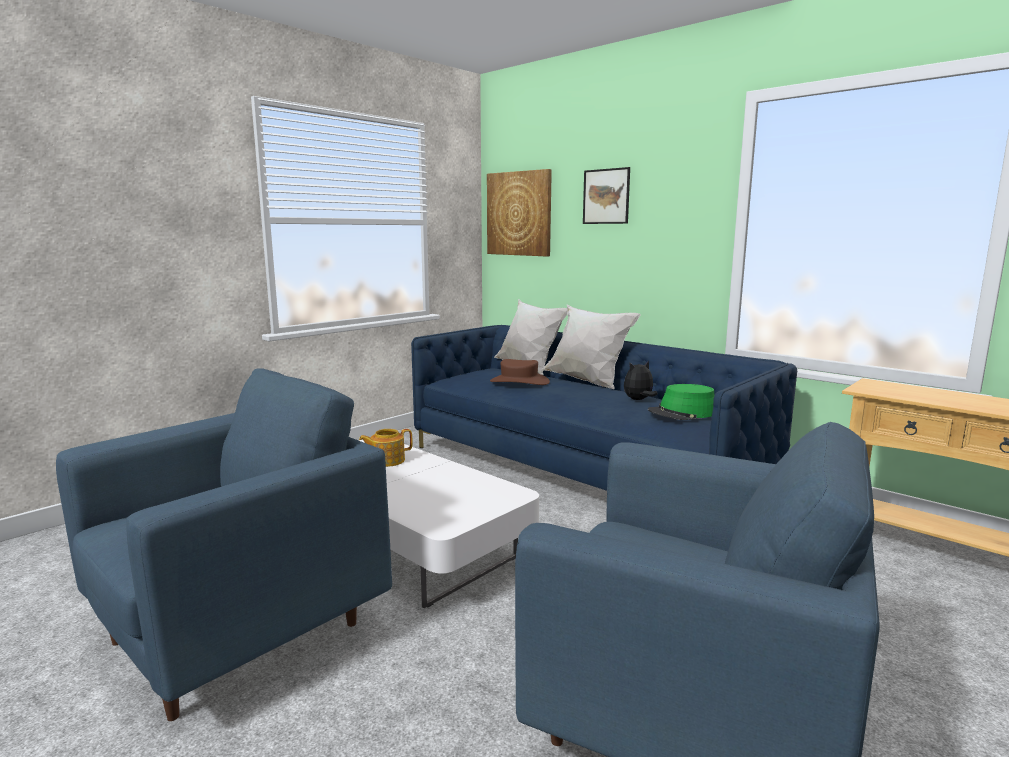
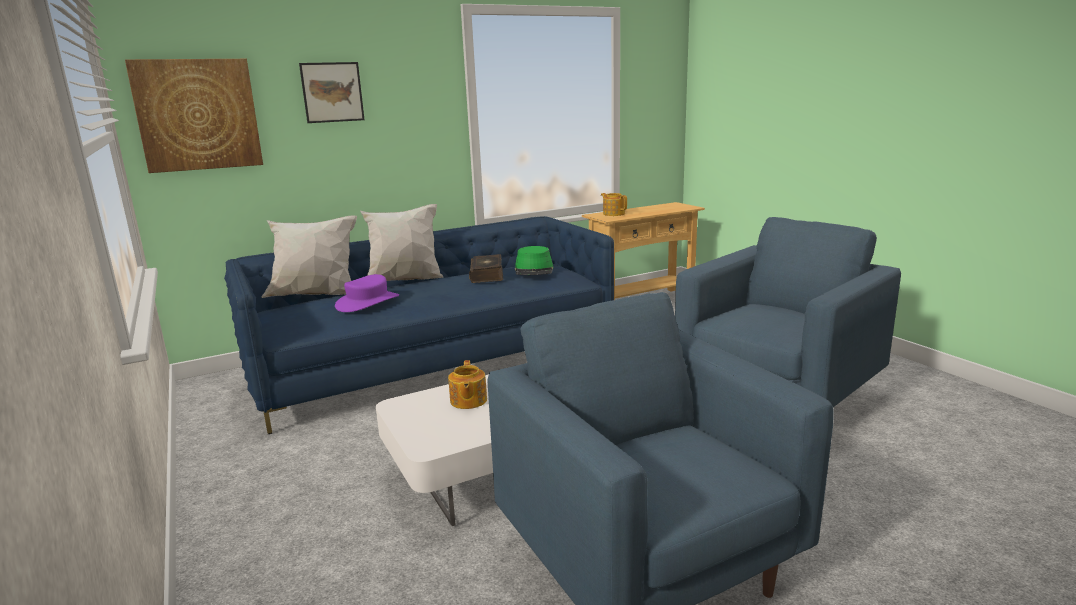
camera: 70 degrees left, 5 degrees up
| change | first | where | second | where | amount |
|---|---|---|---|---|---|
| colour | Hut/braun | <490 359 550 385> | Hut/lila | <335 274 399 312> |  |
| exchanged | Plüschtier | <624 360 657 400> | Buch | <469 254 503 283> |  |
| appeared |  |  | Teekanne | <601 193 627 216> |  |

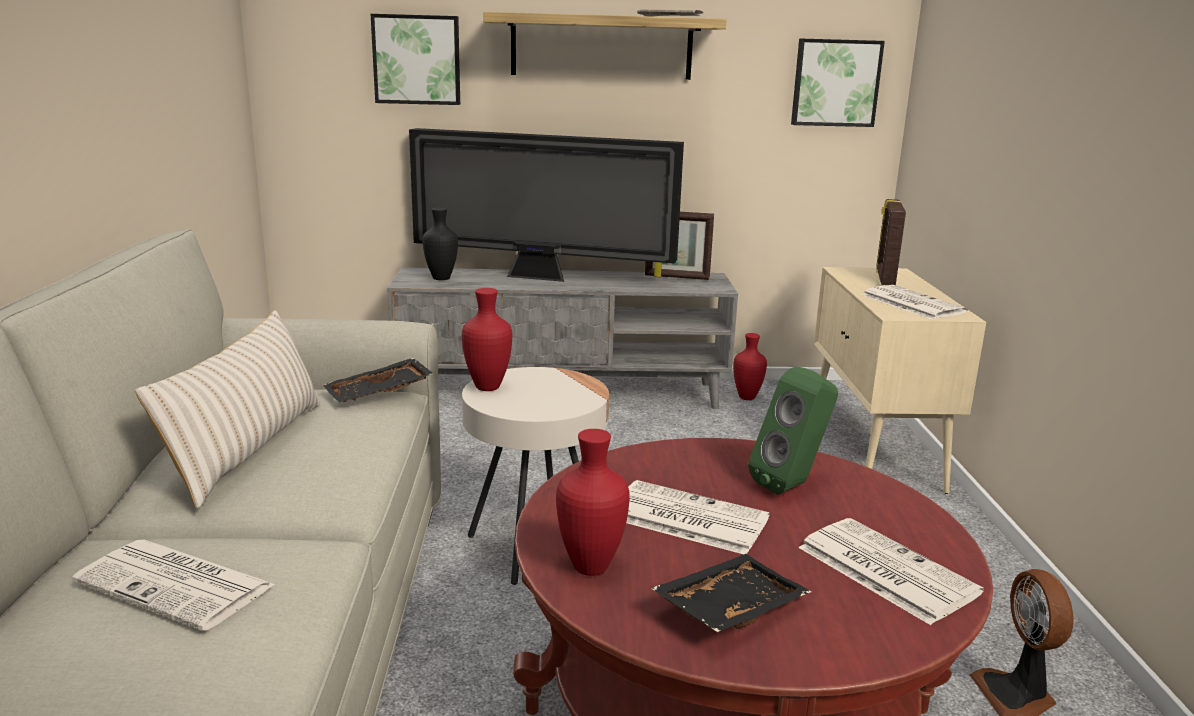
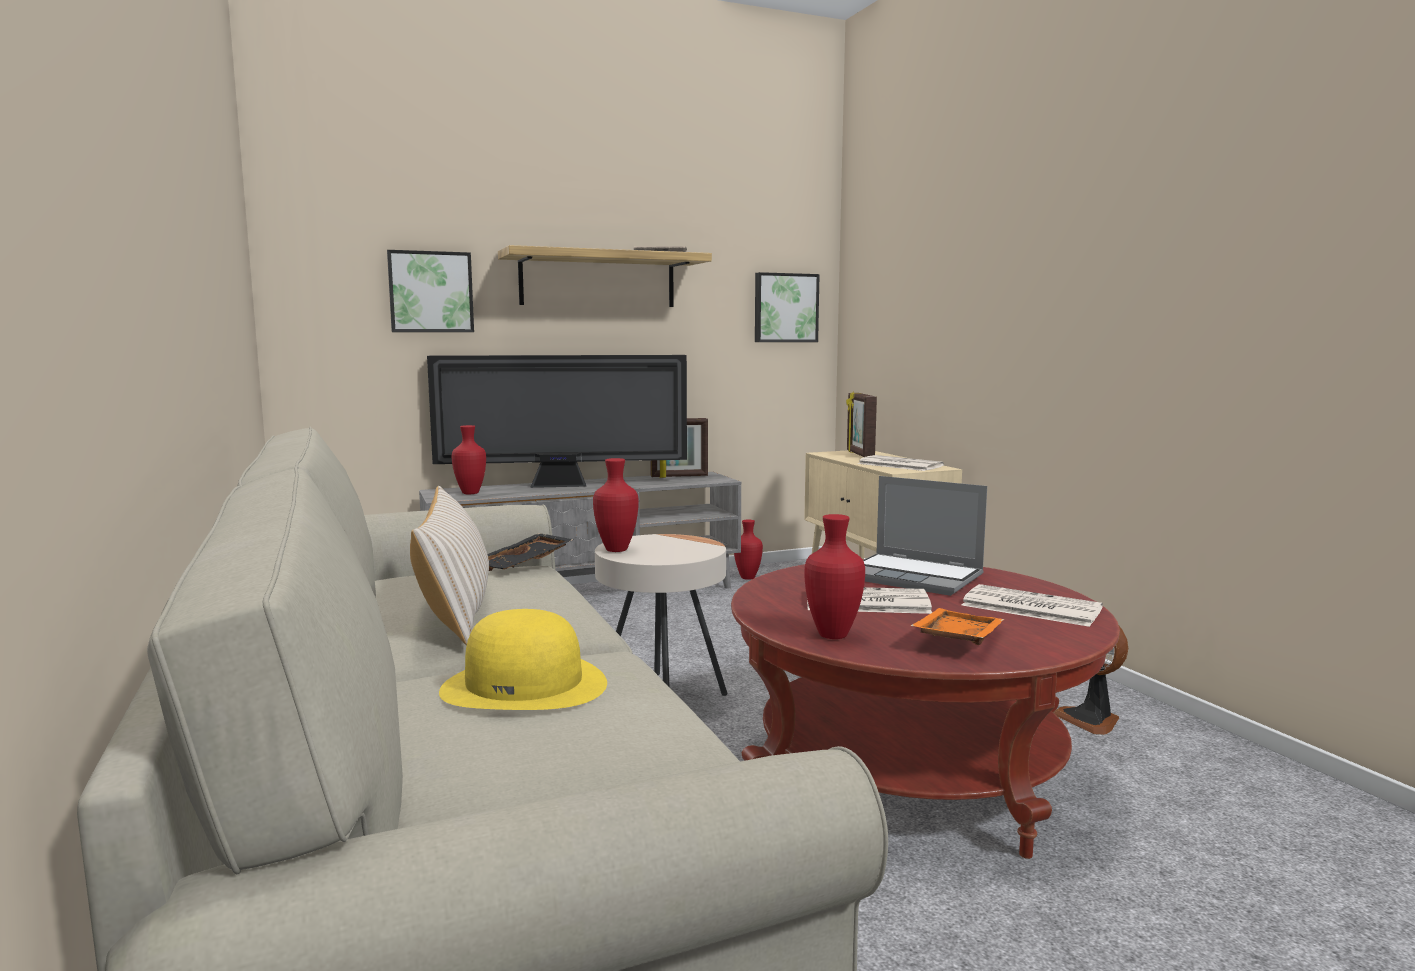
camera: 20 degrees left, 10 degrees down
| change | first | where | second | where | amount |
|---|---|---|---|---|---|
| colour | Vase/schwarz | <423 207 458 280> | Vase/rot | <452 425 486 494> |  |
| exchanged | Lautsprecher/grün | <748 366 838 495> | Laptop | <863 476 987 596> |  |
| exchanged | Zeitung | <72 540 276 631> | Hut/gelb | <439 609 607 710> |  |
| colour | Tablett/schwarz | <651 554 811 632> | Tablett/orange | <910 608 1005 645> |  |

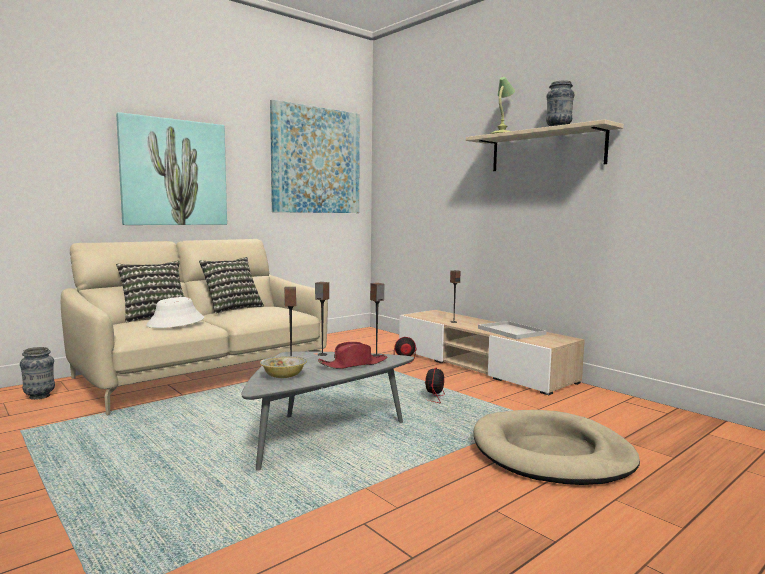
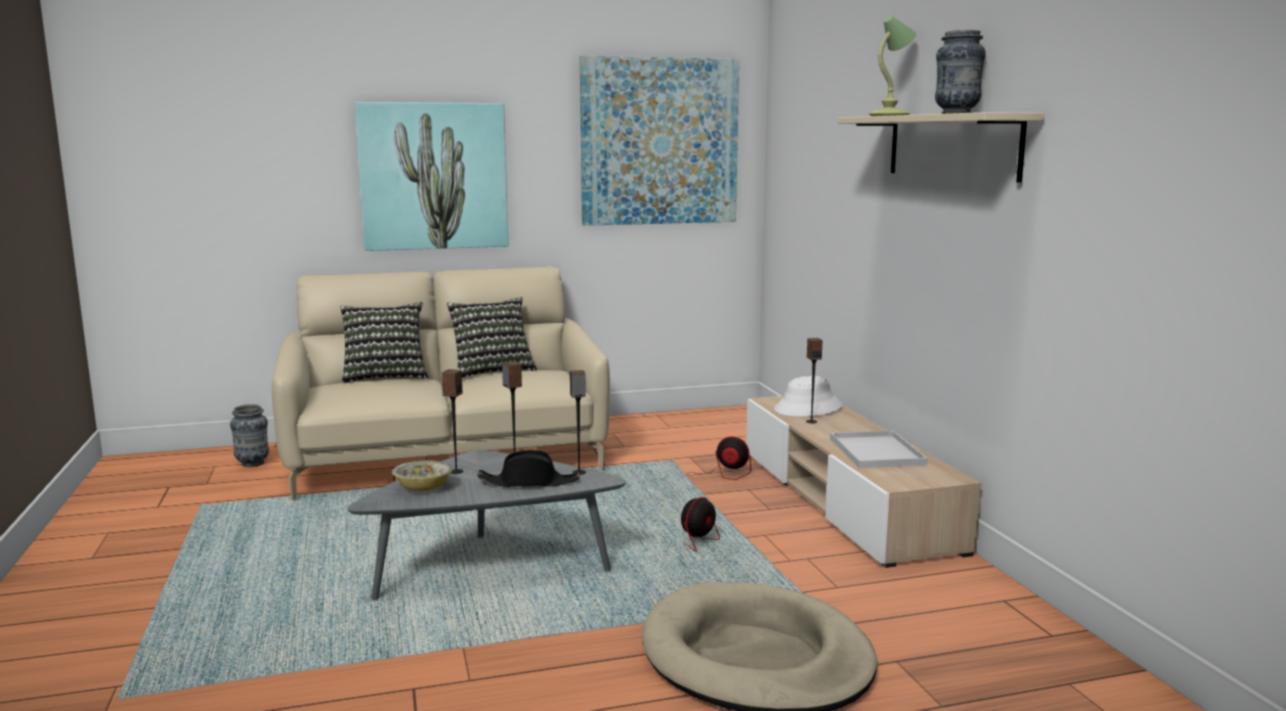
camera: 25 degrees right, 5 degrees up
| change | first | where | second | where | amount |
|---|---|---|---|---|---|
| relocated | Hut/weiß | <146 297 204 328> |  | <774 376 842 417> |  |
| colour | Hut/rot | <318 342 387 369> | Hut/schwarz | <477 450 580 487> |  |

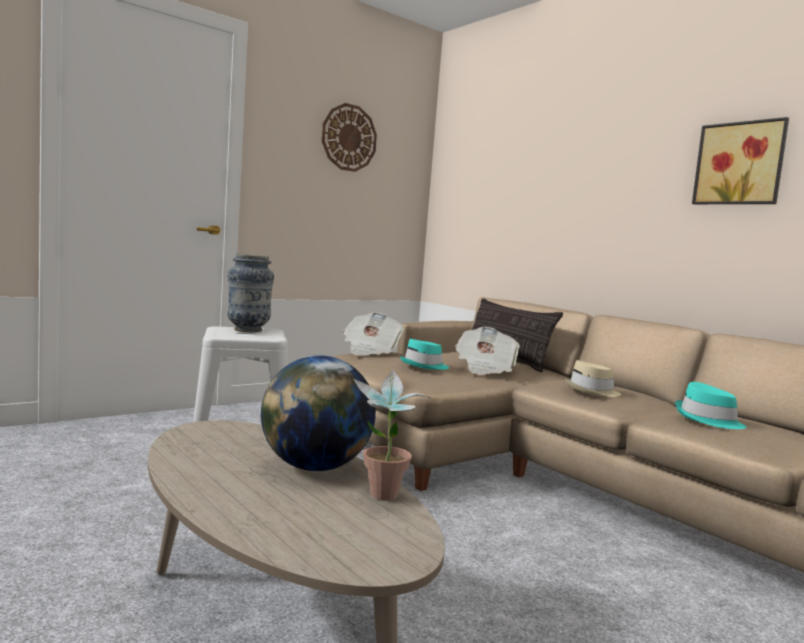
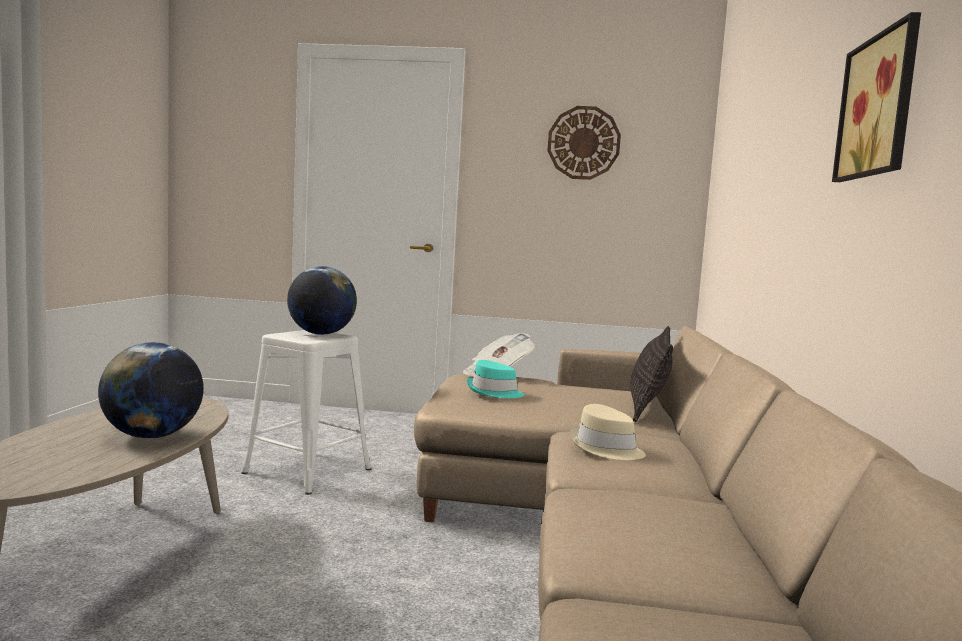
camera: 45 degrees right, 0 degrees up
| change | first | where | second | where | amount |
|---|---|---|---|---|---|
| exchanged | Vase | <227 254 274 332> | Globus | <287 266 357 335> |  |
| missing | Zeitung | <455 327 520 375> |  |  |  |
| missing | Topfpflanze | <353 370 430 501> |  |  |  |
| missing | Hut/türkis | <675 382 747 429> |  |  |  |

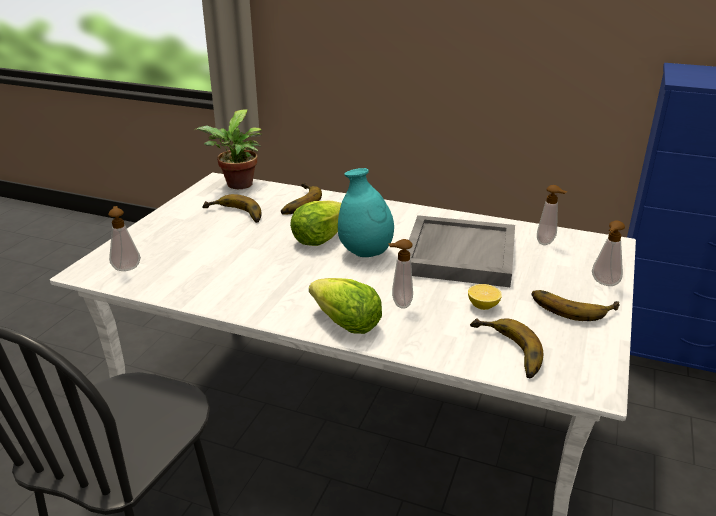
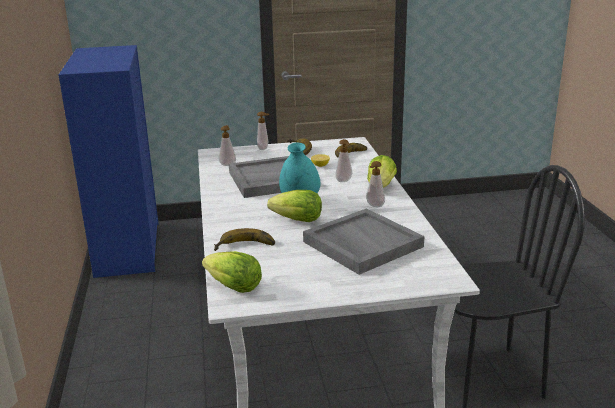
camera: 120 degrees left, 5 degrees down
| change | first | where | second | where | amount |
|---|---|---|---|---|---|
| exchanged | Topfpflanze | <193 109 262 189> | Salatkopf | <202 251 262 293> |  |
| missing | Banane | <202 194 262 223> |  |  |  |
| relocated | Seifenspender | <108 206 141 271> |  | <366 161 385 207> |  |
| appeared |  |  | Tablett/grau | <303 209 424 275> |  |

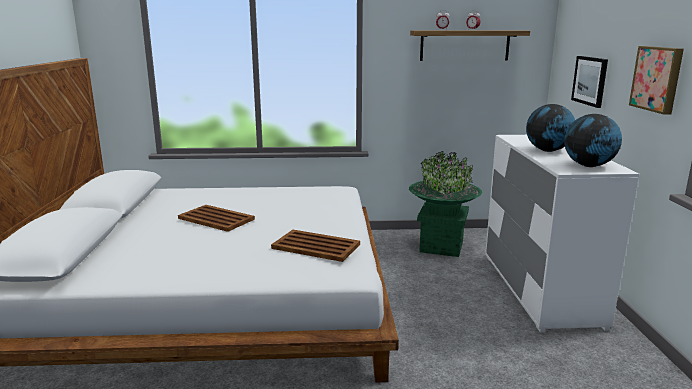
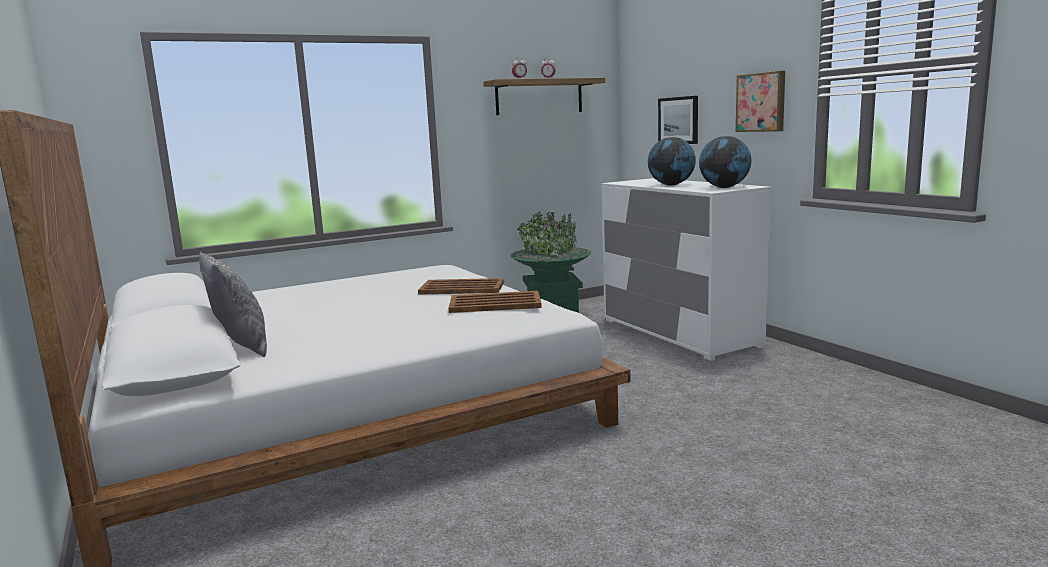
camera: 25 degrees left, 5 degrees down
| change | first | where | second | where | amount |
|---|---|---|---|---|---|
| relocated | Tablett/braun | <178 205 255 232> |  | <418 278 504 295> |  |
| appeared |  |  | Kissen/grau | <199 252 267 357> |  |

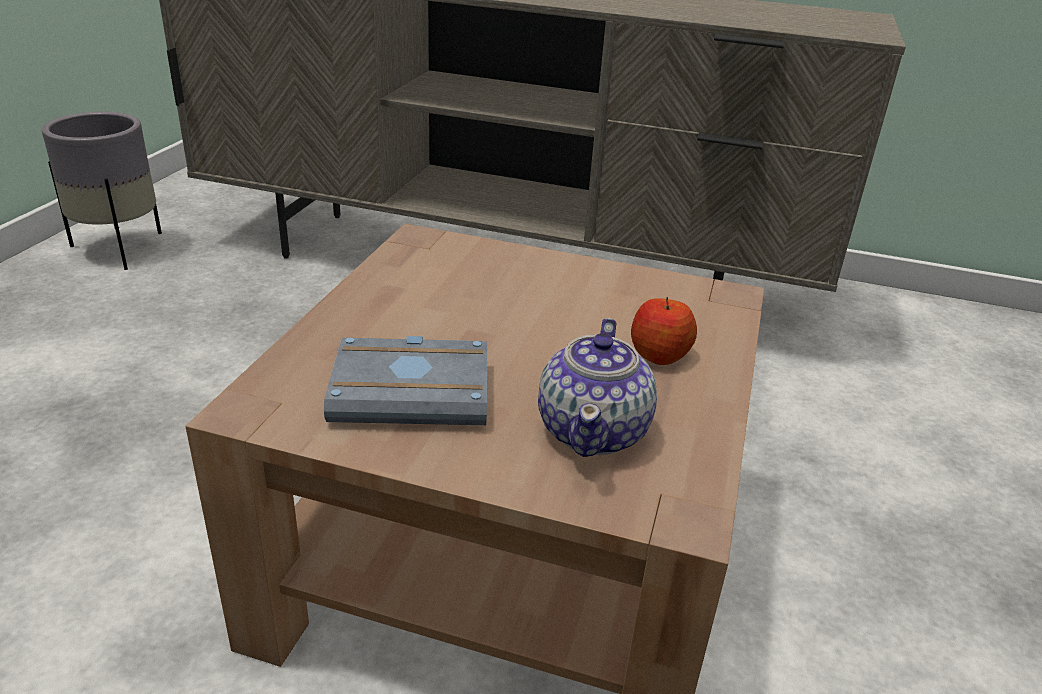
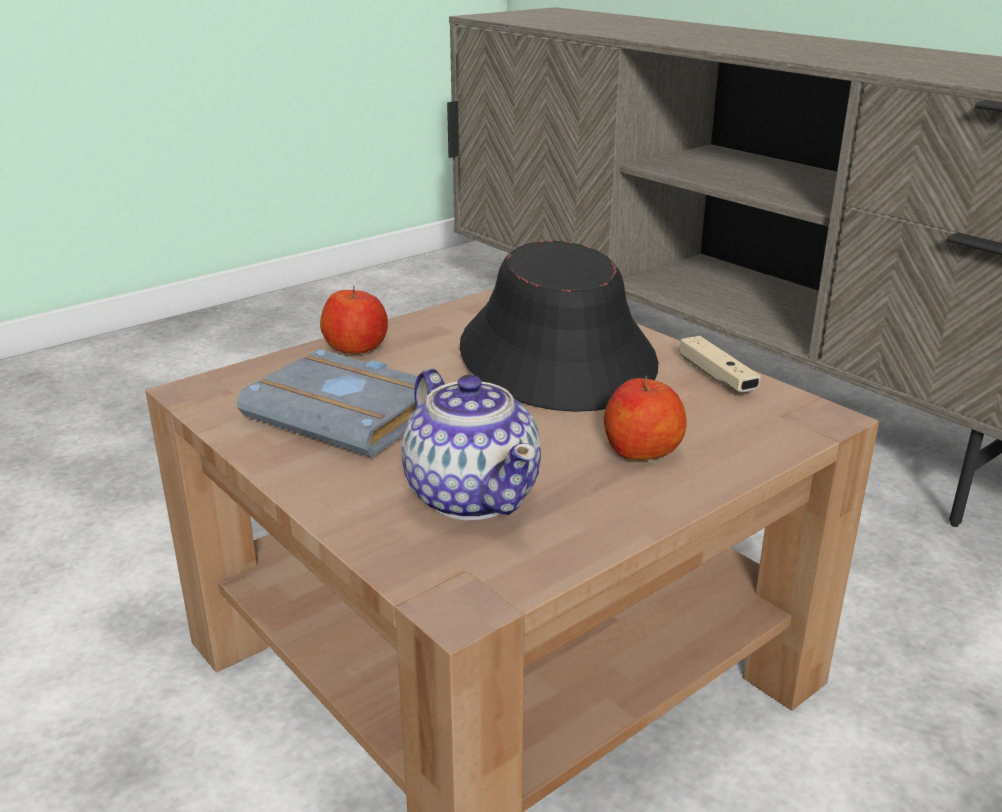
camera: 35 degrees right, 5 degrees down
| change | first | where | second | where | amount |
|---|---|---|---|---|---|
| missing | Pflanzkübel/grau | <42 112 162 270> |  |  |  |
| spun | Teekanne | <538 318 657 457> |  | <401 368 541 520> | 75 degrees counterclockwise |
| appeared |  |  | Hut/schwarz | <460 241 658 412> |  |
| appeared |  |  | Apfel | <320 286 388 354> |  |
| appeared |  |  | Gamepad/beige | <680 336 761 392> |  |

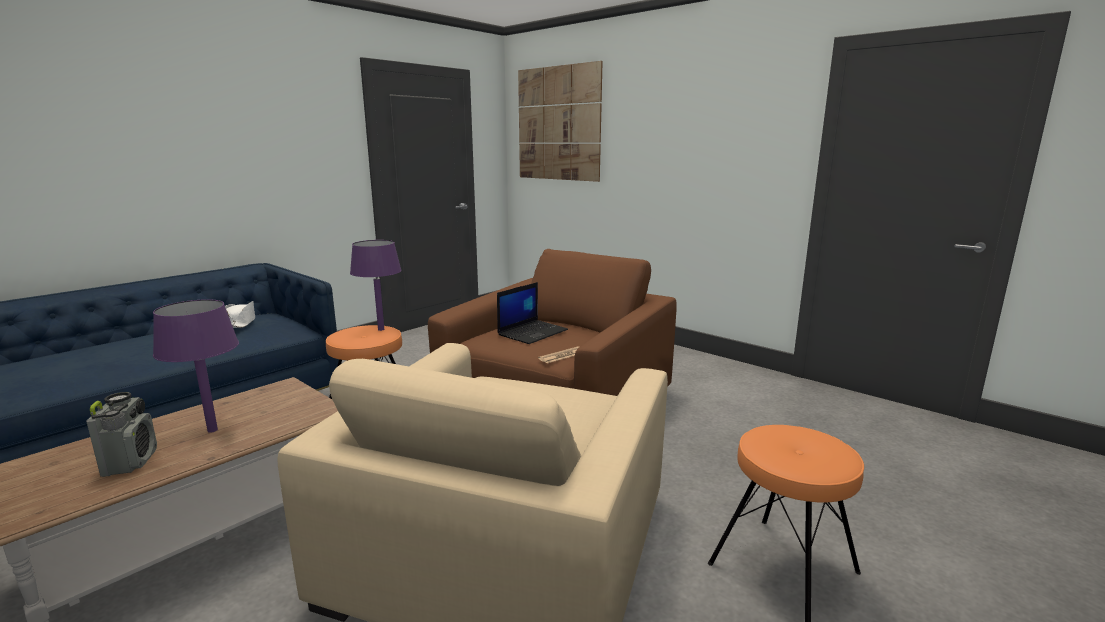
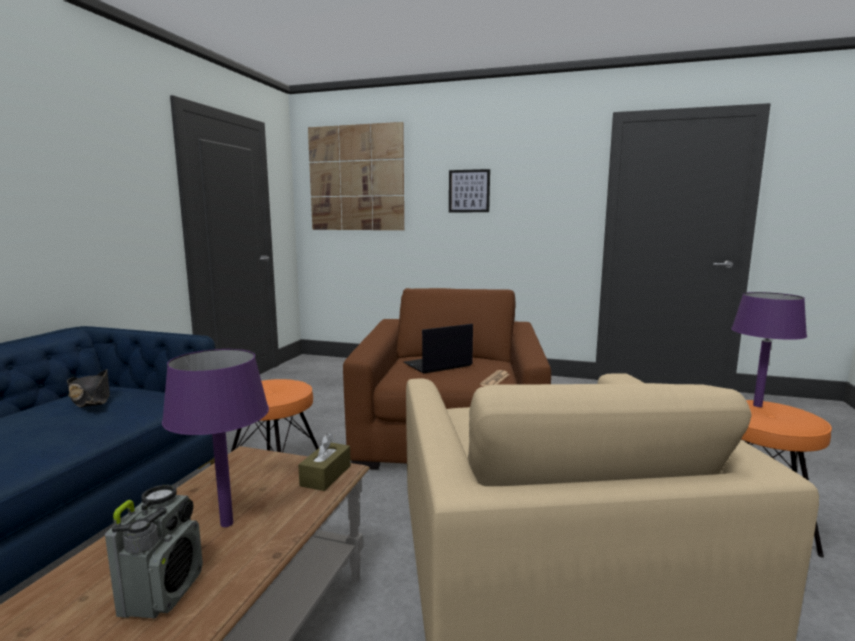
camera: 25 degrees left, 5 degrees down
| change | first | where | second | where | amount |
|---|---|---|---|---|---|
| relocated | Tischlampe/lila | <350 240 402 331> |  | <731 292 807 407> |  |
| spun | Laptop | <497 282 568 344> |  | <403 324 473 374> | 135 degrees counterclockwise |
| colour | Hut/weiß | <225 301 255 328> | Hut/schwarz | <67 369 110 407> |  |
| spun | Radio | <86 392 157 477> |  | <105 485 203 619> | 45 degrees clockwise |
| appeared |  |  | Bild | <449 169 490 212> |  |
| appeared |  |  | Taschentuchbox/braun | <298 433 351 491> |  |

